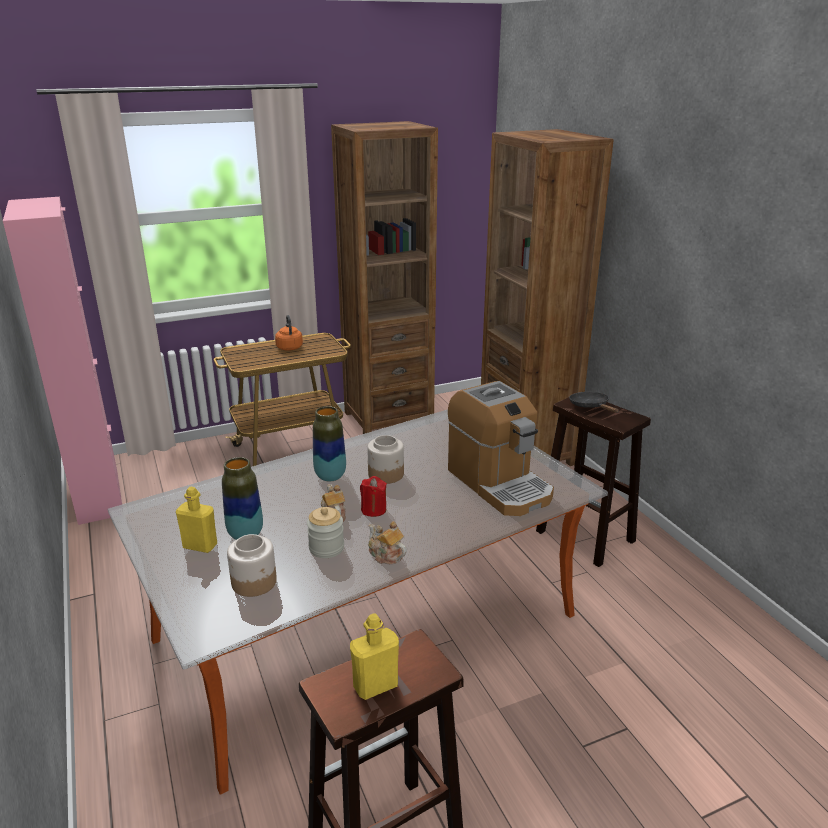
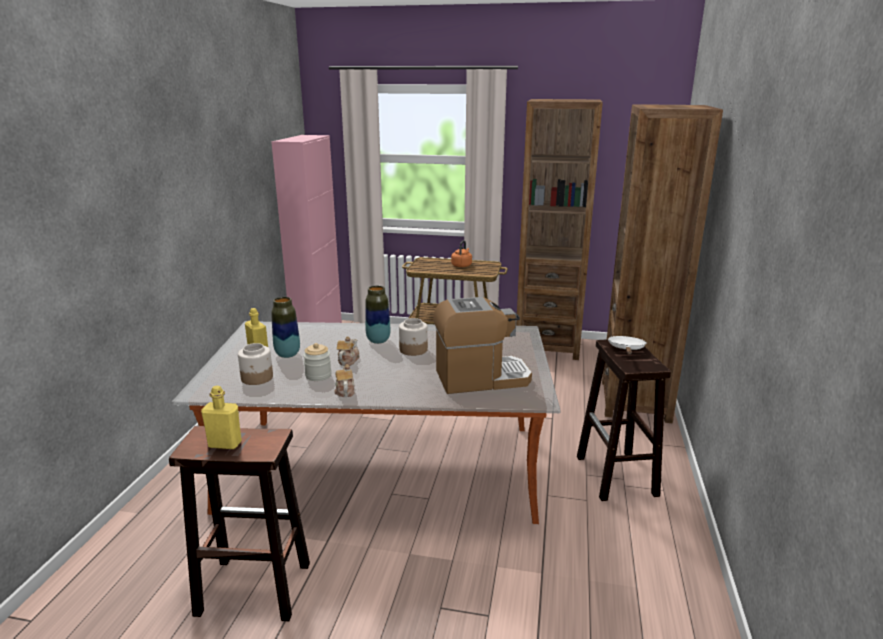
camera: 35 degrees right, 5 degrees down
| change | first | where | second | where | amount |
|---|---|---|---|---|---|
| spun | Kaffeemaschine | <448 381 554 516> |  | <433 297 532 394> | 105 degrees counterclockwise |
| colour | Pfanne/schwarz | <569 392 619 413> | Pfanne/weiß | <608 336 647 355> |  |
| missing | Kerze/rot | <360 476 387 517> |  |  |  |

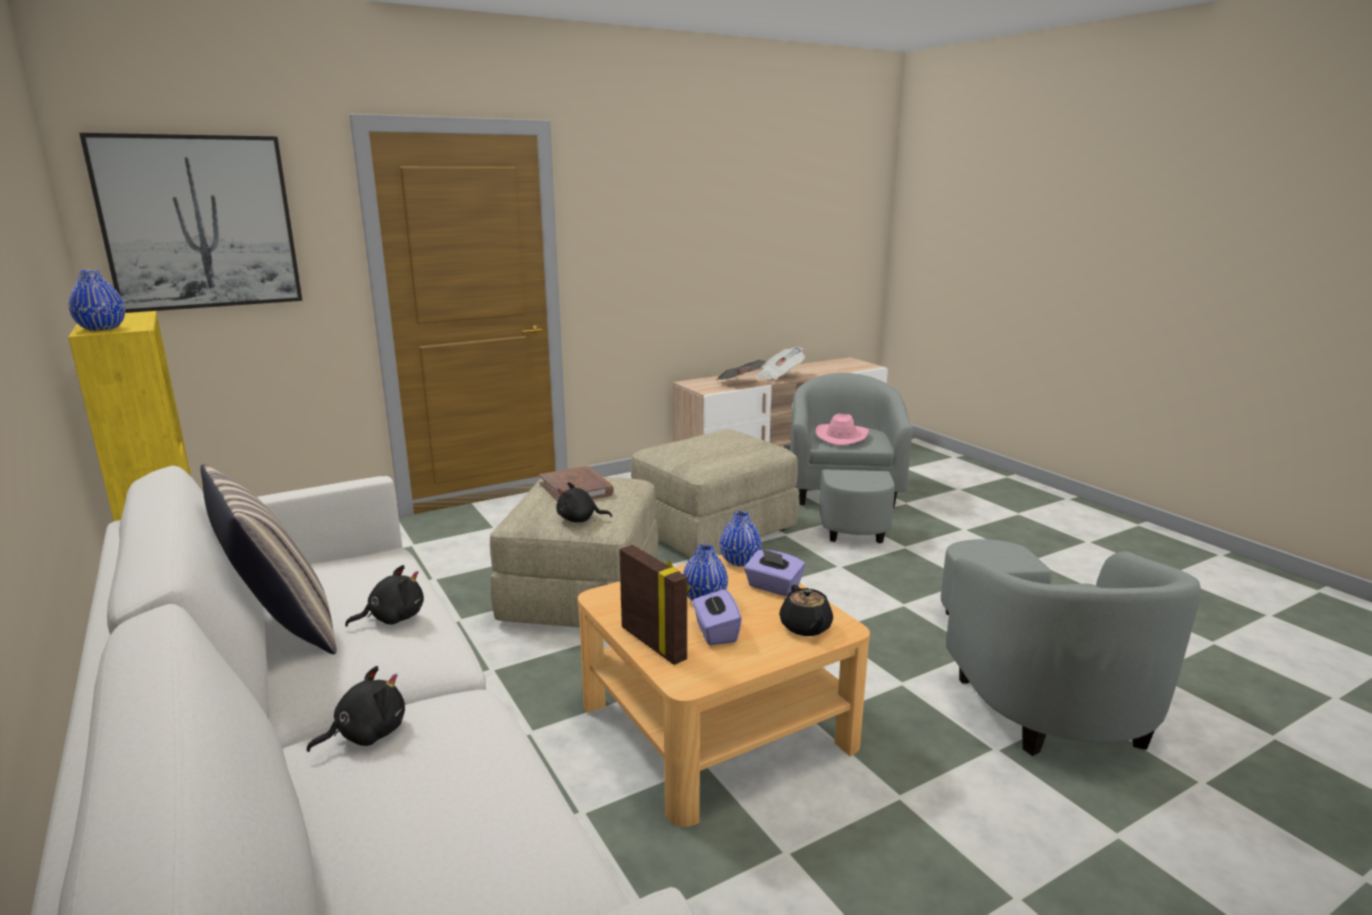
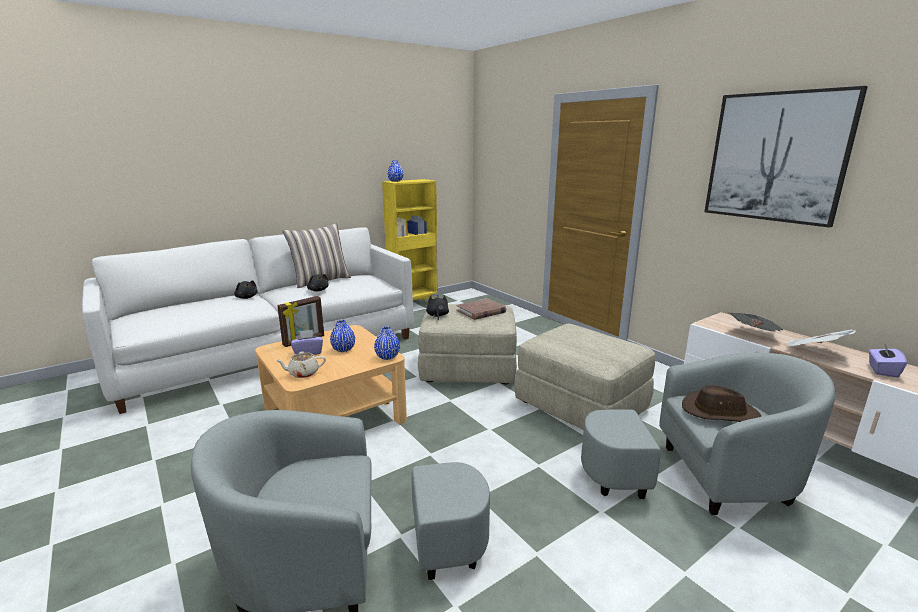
camera: 85 degrees right, 0 degrees up
| change | first | where | second | where | amount |
|---|---|---|---|---|---|
| relocated | Bild | <79 133 302 313> |  | <704 86 868 228> |  |
| colour | Hut/rosa | <815 414 869 446> | Hut/braun | <682 385 761 422> |  |
| relocated | Taschentuchbox/lila | <744 548 805 596> |  | <869 342 907 378> |  |
| colour | Teekanne/schwarz | <779 585 833 636> | Teekanne/beige | <275 352 326 378> |  |

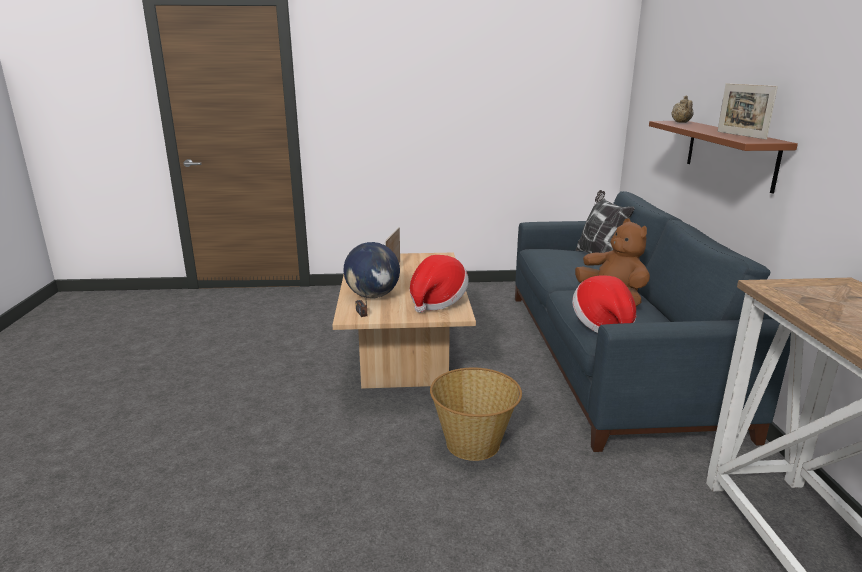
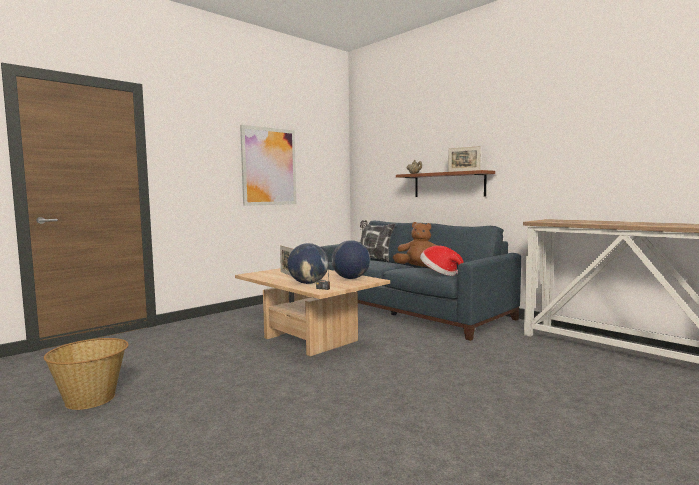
camera: 40 degrees left, 15 degrees down
| change | first | where | second | where | amount |
|---|---|---|---|---|---|
| exchanged | Hut | <410 255 469 313> | Globus | <332 240 370 279> |  |
| relocated | Korb | <430 368 522 461> |  | <44 338 129 410> |  |
| appeared |  |  | Bild | <240 125 296 206> |  |

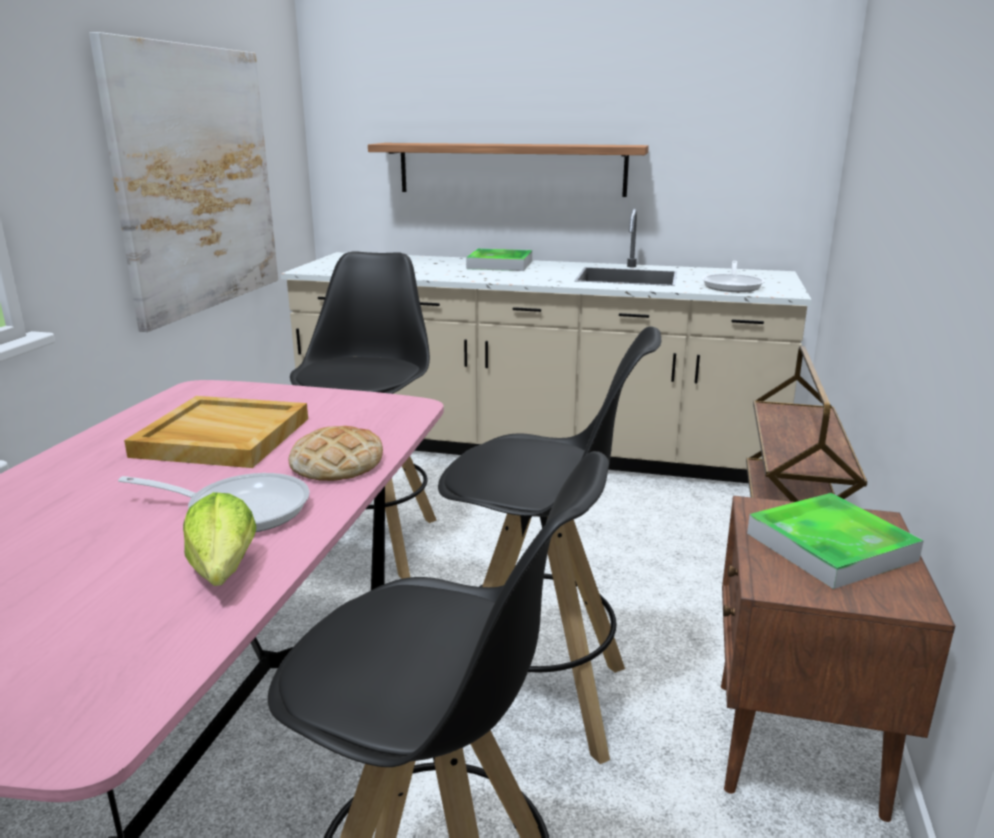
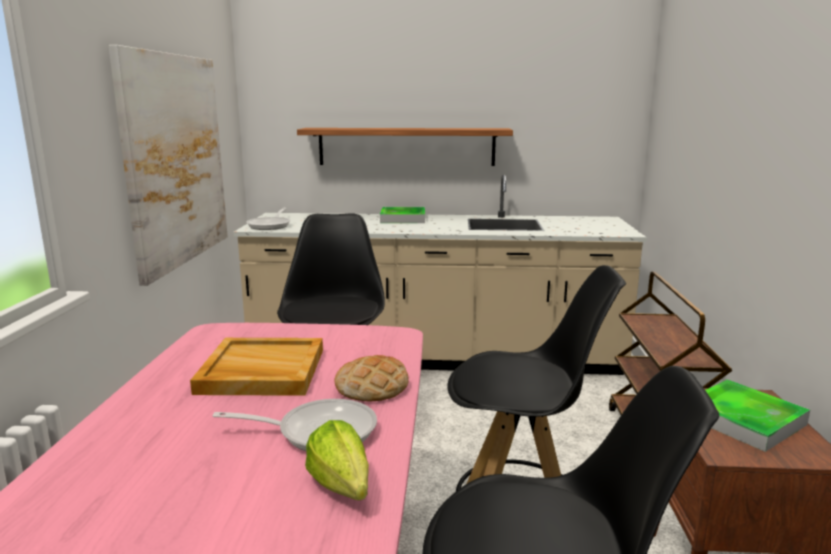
camera: 10 degrees left, 5 degrees down
| change | first | where | second | where | amount |
|---|---|---|---|---|---|
| relocated | Pfanne | <702 261 765 292> |  | <246 208 291 230> |  |

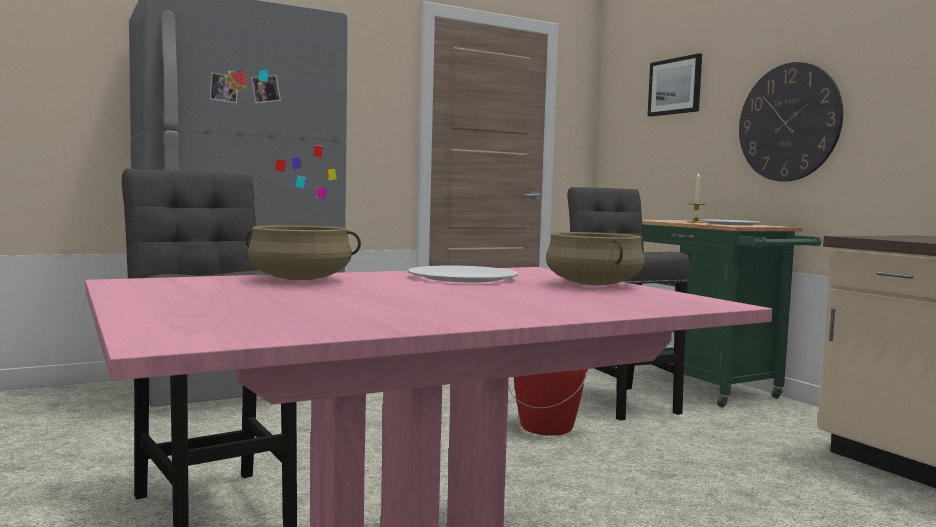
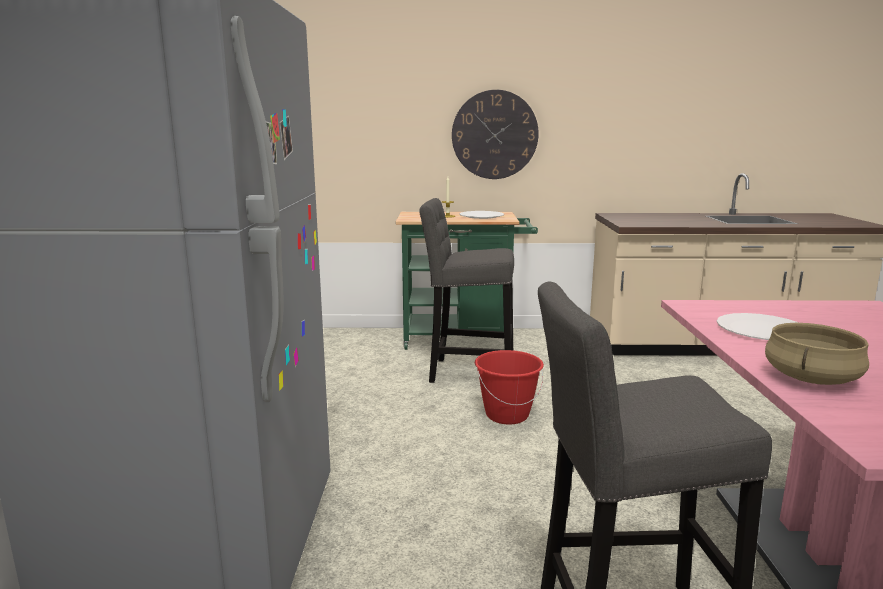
camera: 60 degrees left, 10 degrees up
| change | first | where | second | where | amount |
|---|---|---|---|---|---|
| missing | Bild | <648 53 702 116> |  |  |  |
| missing | Kochtopf/beige | <546 232 645 285> |  |  |  |

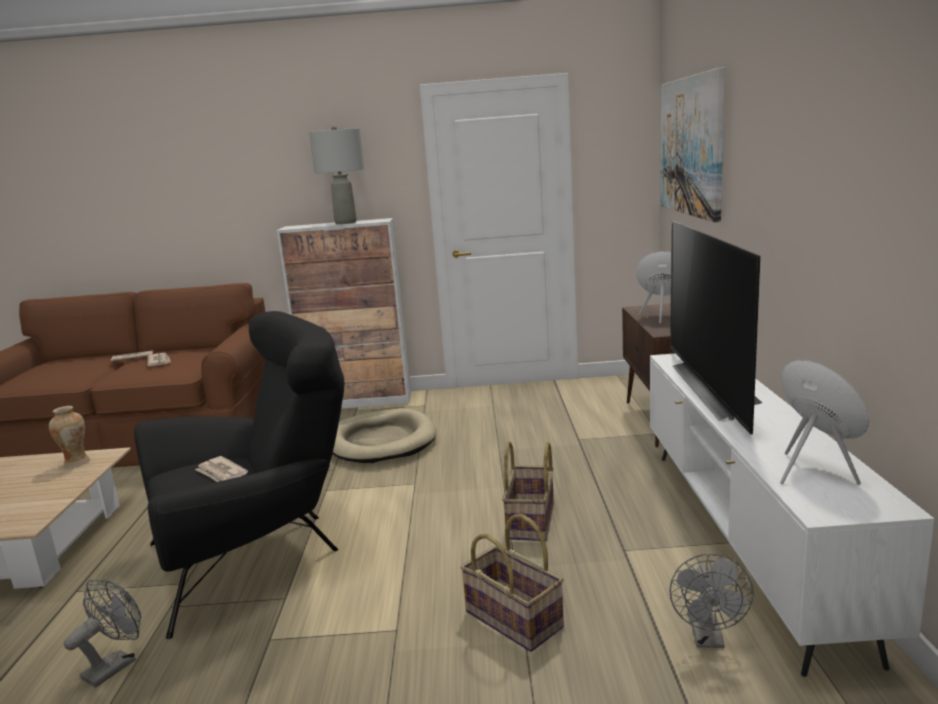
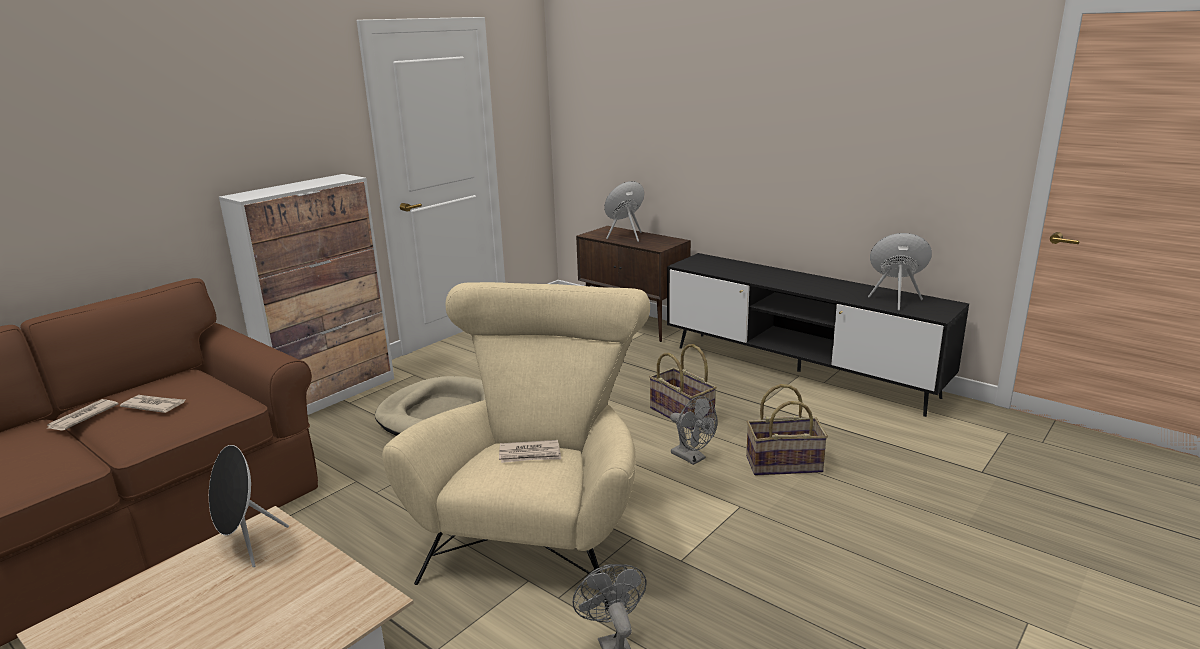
camera: 50 degrees left, 5 degrees up
| change | first | where | second | where | amount |
|---|---|---|---|---|---|
| missing | Bild | <661 67 725 222> |  |  |  |
| missing | Tischlampe/grau | <309 126 364 224> |  |  |  |
| missing | Fernseher | <670 220 762 435> |  |  |  |
| colour | Sessel/schwarz | <134 311 344 639> | Sessel/beige | <382 282 650 611> |  |
| colour | Fernsehschrank/weiß | <650 353 934 677> | Fernsehschrank/schwarz | <667 253 969 417> |  |
| exchanged | Vase | <49 406 90 468> | Lautsprecher/schwarz | <209 445 289 567> |  |
| relocated | Ventilator/grau | <669 554 753 648> |  | <670 396 718 465> |  |

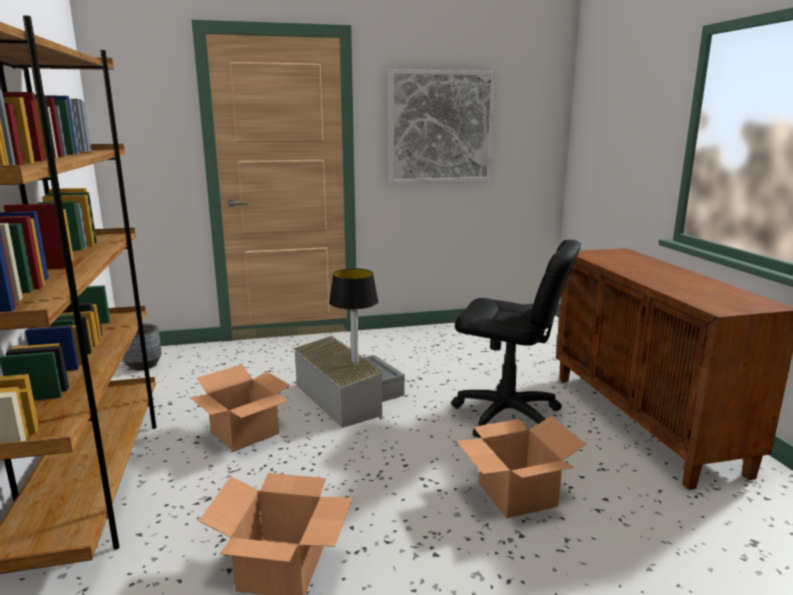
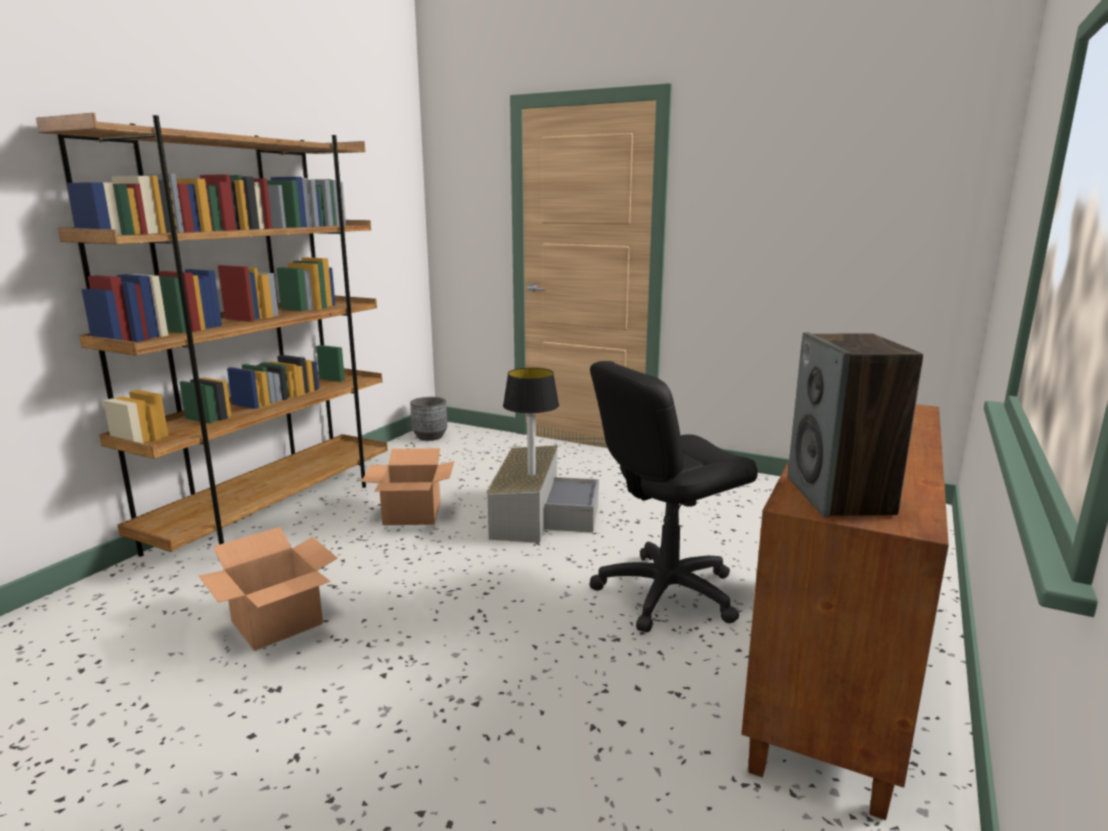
camera: 40 degrees right, 0 degrees up
| change | first | where | second | where | amount |
|---|---|---|---|---|---|
| missing | Bild | <389 69 496 184> |  |  |  |
| spun | Bürostuhl/schwarz | <451 240 581 438> |  | <590 361 758 633> | 90 degrees clockwise |
| missing | Karton | <456 416 586 519> |  |  |  |
| appeared |  |  | Lautsprecher | <788 332 923 517> |  |

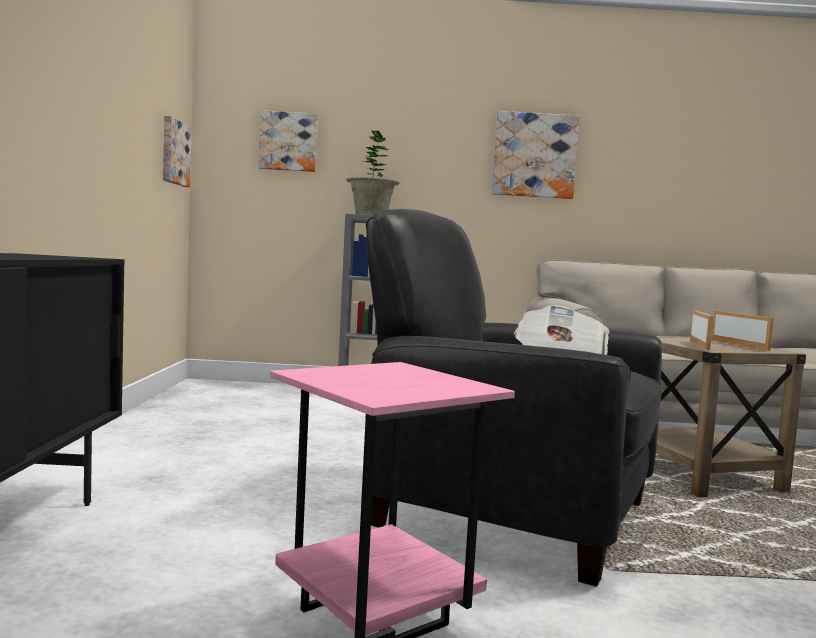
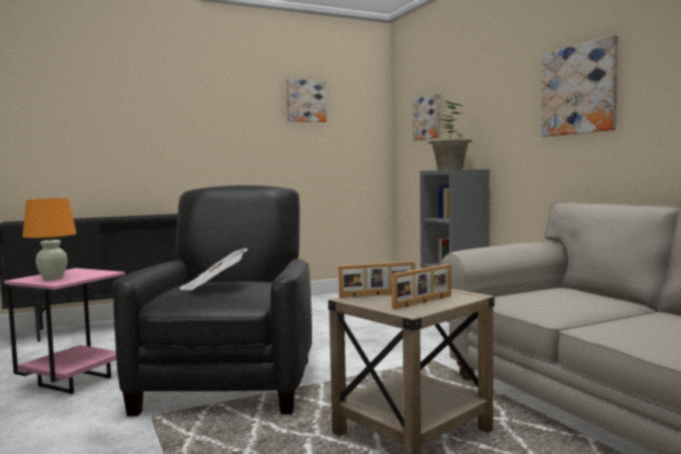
camera: 65 degrees right, 0 degrees up
| change | first | where | second | where | amount |
|---|---|---|---|---|---|
| relocated | Bild | <163 116 192 187> |  | <286 79 327 122> |  |
| appeared |  |  | Tischlampe/orange | <22 198 77 280> |  |

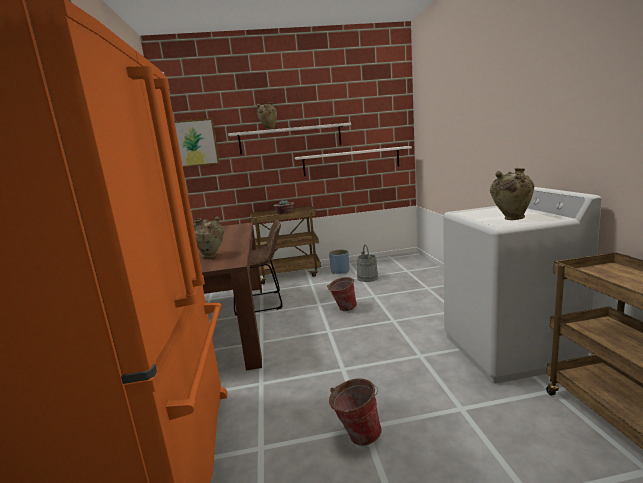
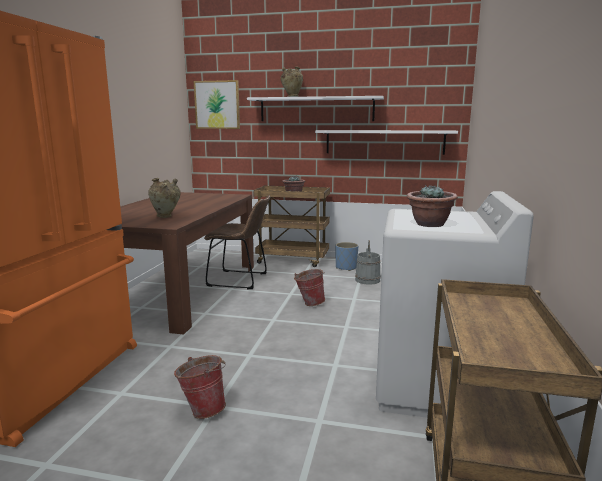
camera: 20 degrees right, 0 degrees up
| change | first | where | second | where | amount |
|---|---|---|---|---|---|
| exchanged | Vase/beige | <490 168 534 220> | Topfpflanze | <407 185 458 227> |  |

